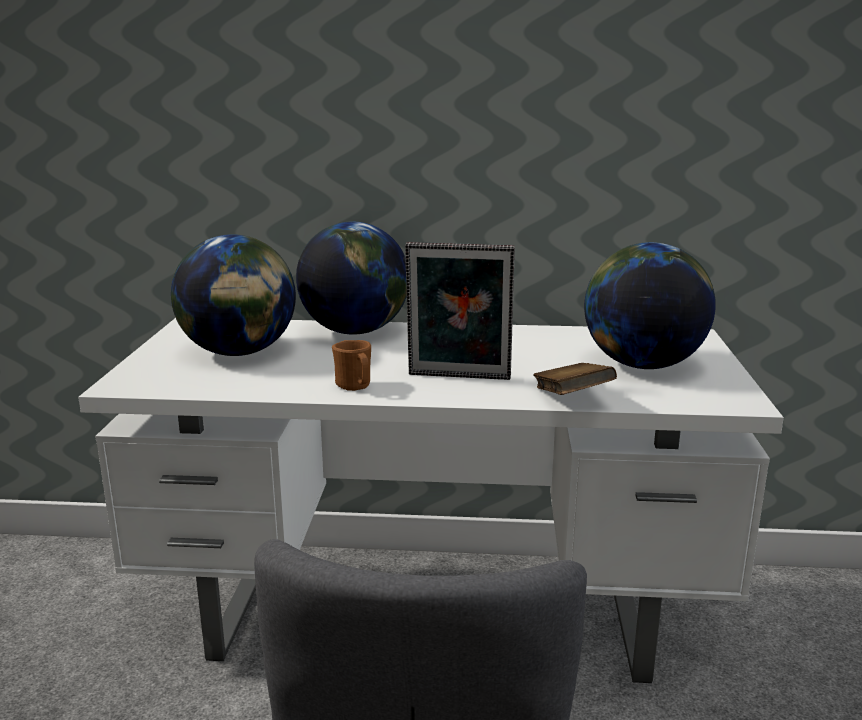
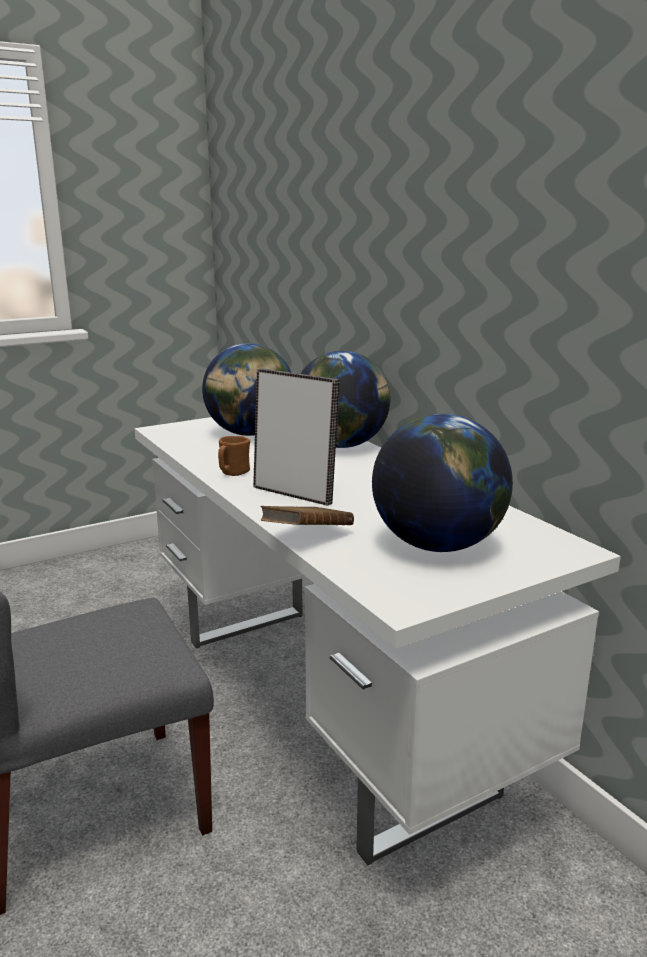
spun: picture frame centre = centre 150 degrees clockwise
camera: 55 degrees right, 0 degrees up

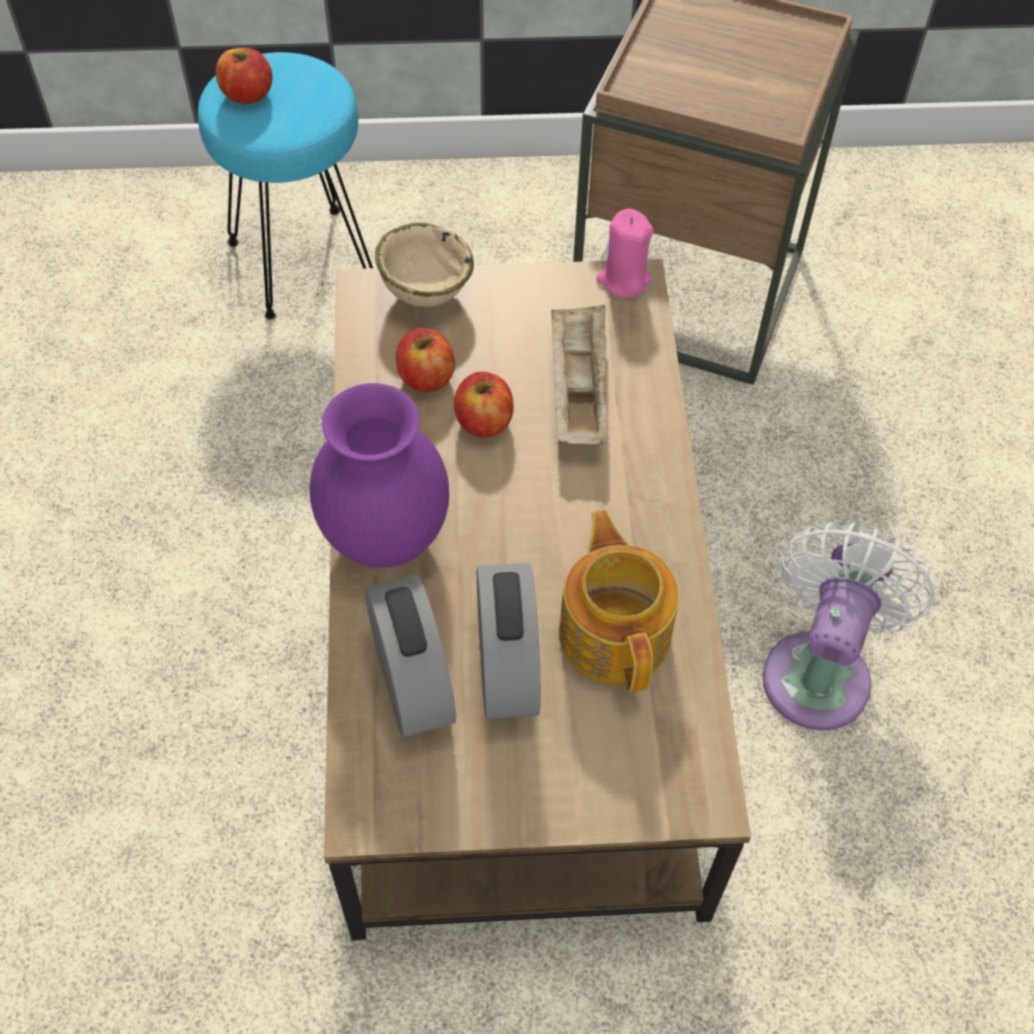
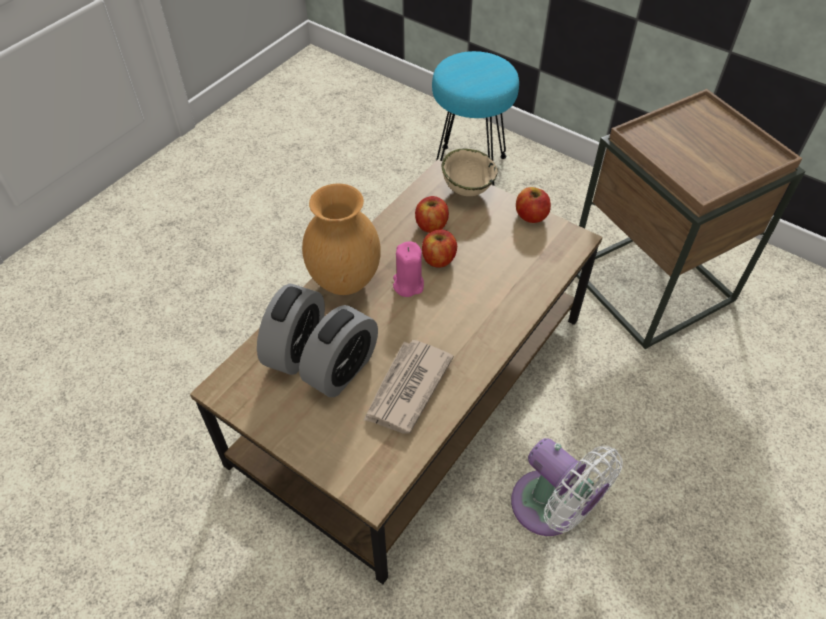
missing: beige tray centre
relocated: apple (no. 1 from left in the first image) top left to apple (no. 3 from left) top centre; pink wax light top centre to centre
exchanged: teapot centre to printed paper centre
colour: purple vase centre to brownish vase centre
spun: whitish fan middle right = bottom right 75 degrees clockwise
camera: 40 degrees right, 5 degrees down

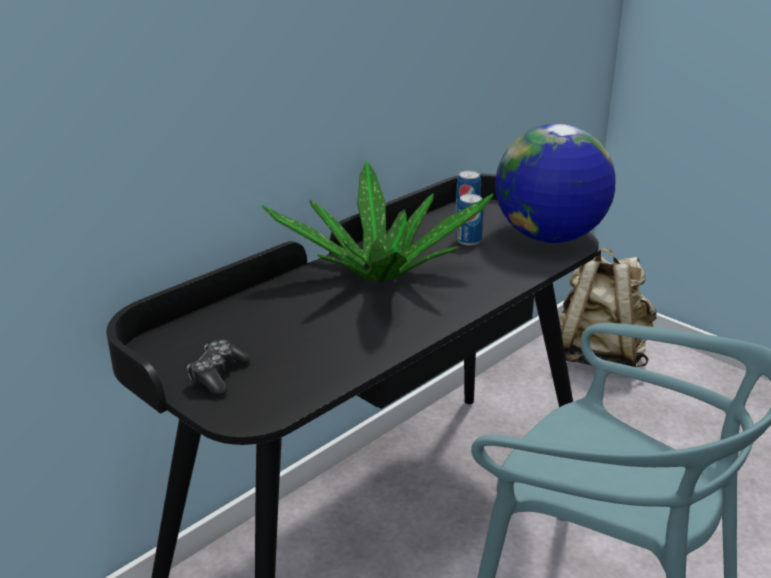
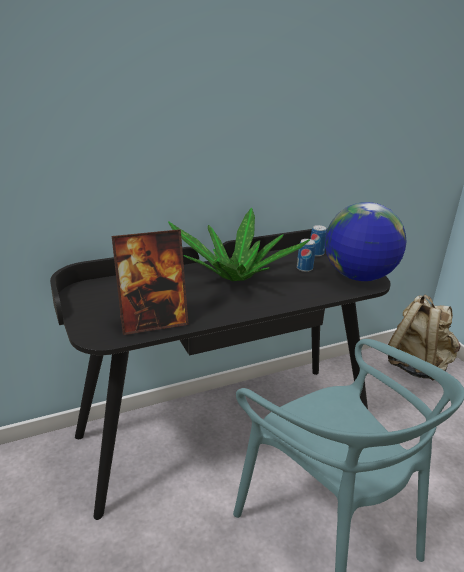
missing: gamepad middle left
appeared: picture frame middle left
camera: 20 degrees right, 0 degrees up

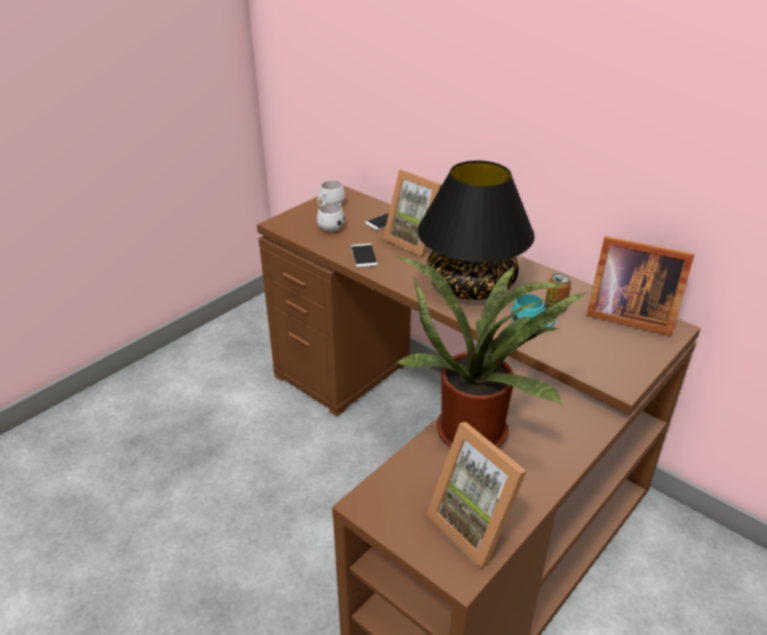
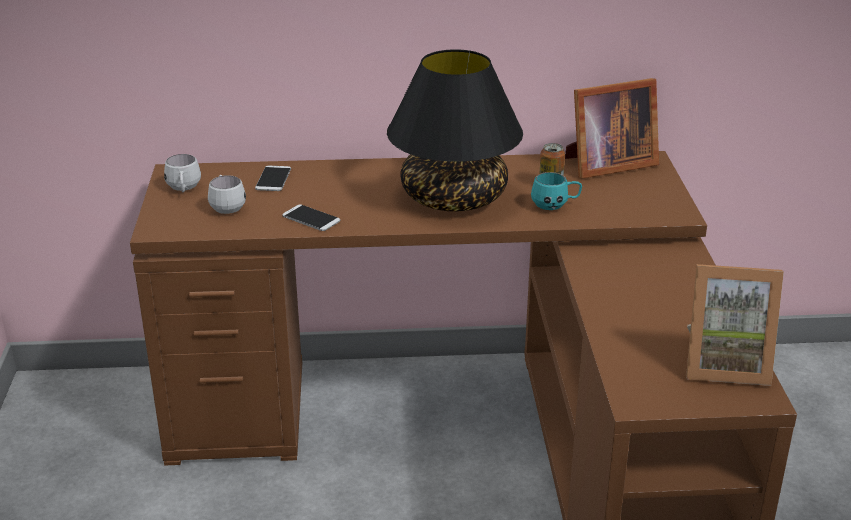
missing: picture frame (no. 1 from left) centre; plant in a pot centre
camera: 45 degrees left, 5 degrees down

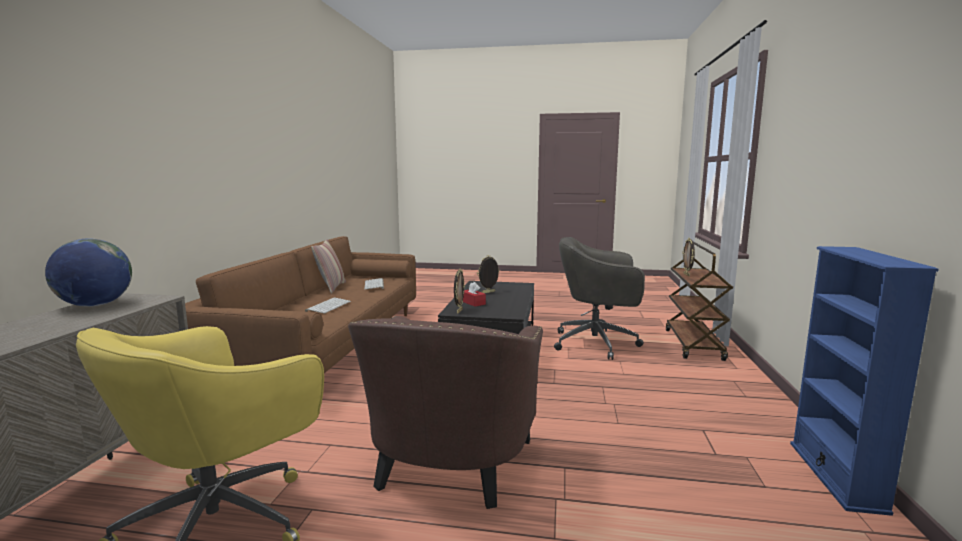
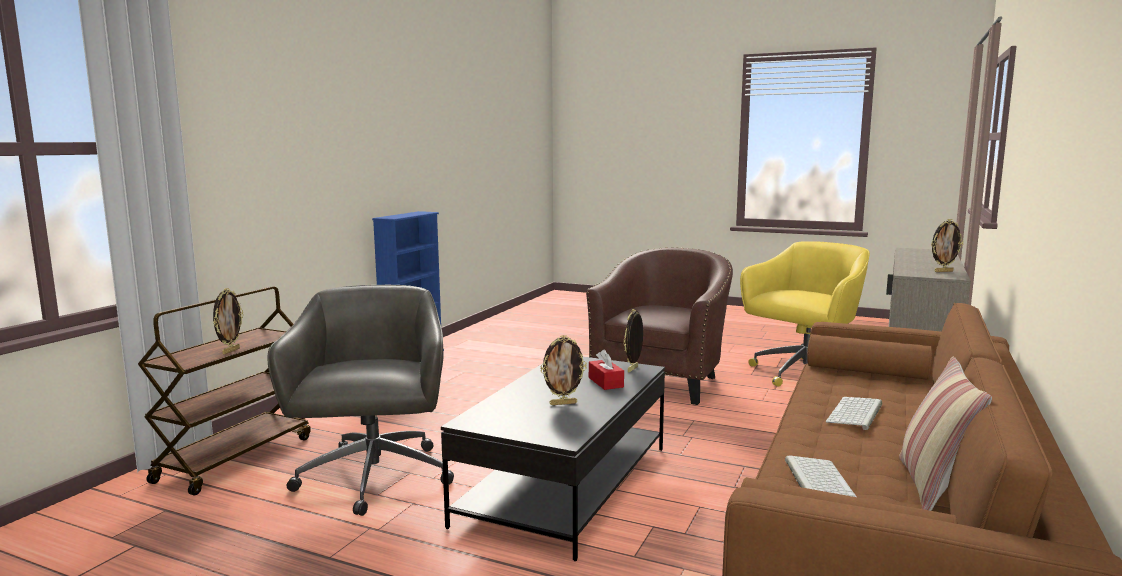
exchanged: world globe middle left to picture frame (no. 4 from left) middle right
spun: grey computer chair centre = bottom left 120 degrees counterclockwise
camera: 165 degrees left, 0 degrees up

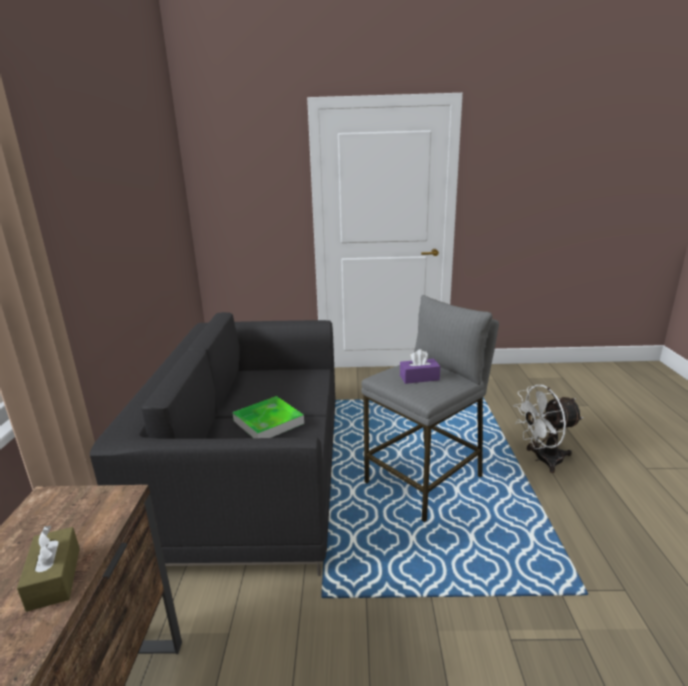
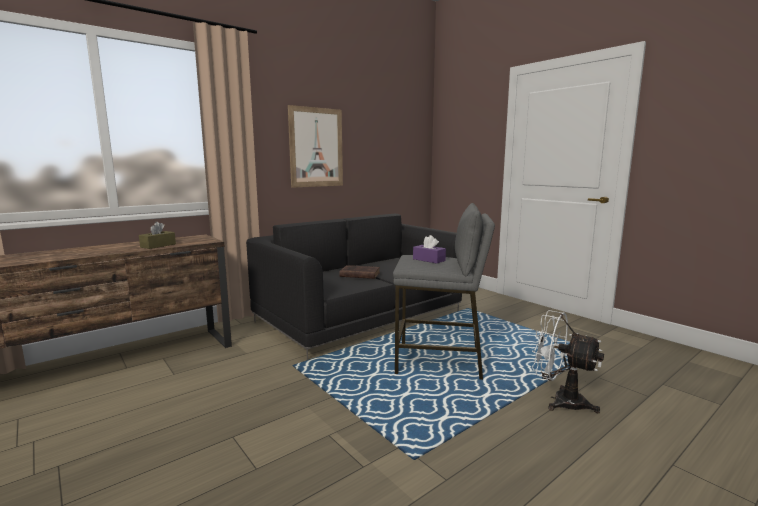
appeared: wall picture top centre
exchanged: tray centre to brownish book centre
camera: 50 degrees right, 10 degrees down

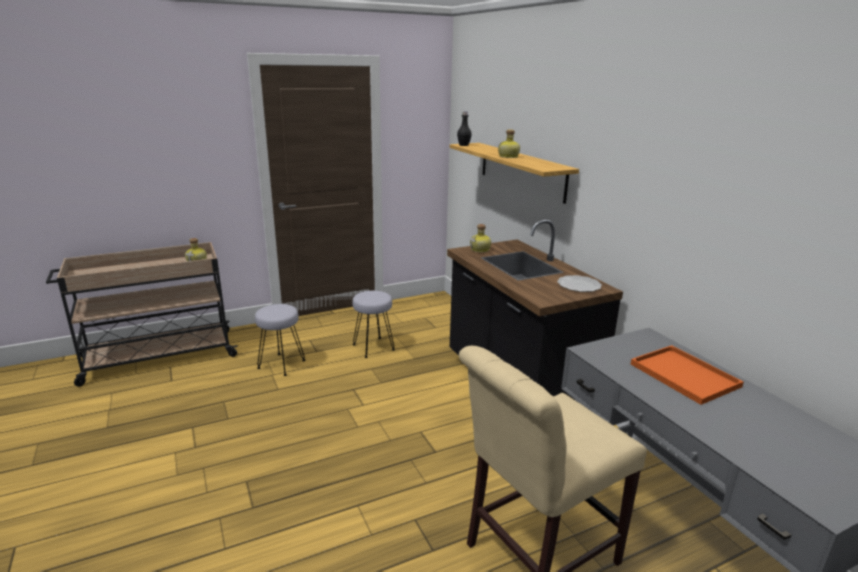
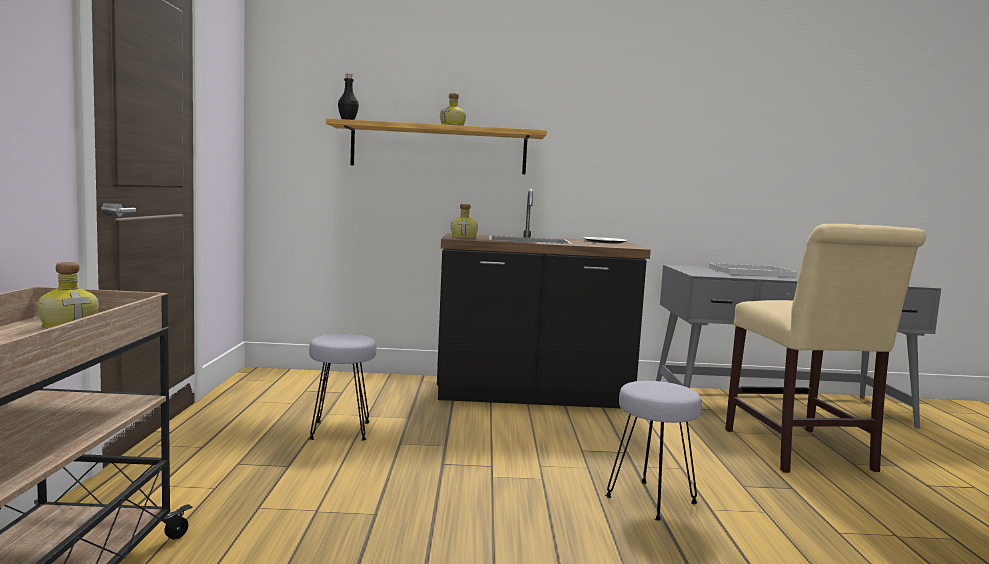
relocated: grey stool seat (no. 1 from left in the first image) middle left to grey stool seat (no. 2 from left) bottom centre
colour: orange-coloured tray middle right to whitish tray middle right
camera: 65 degrees left, 15 degrees down

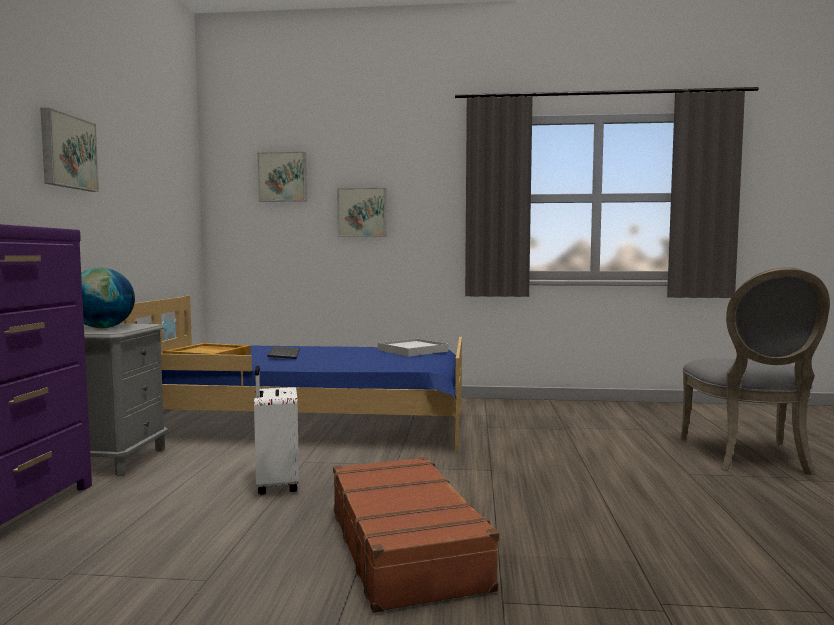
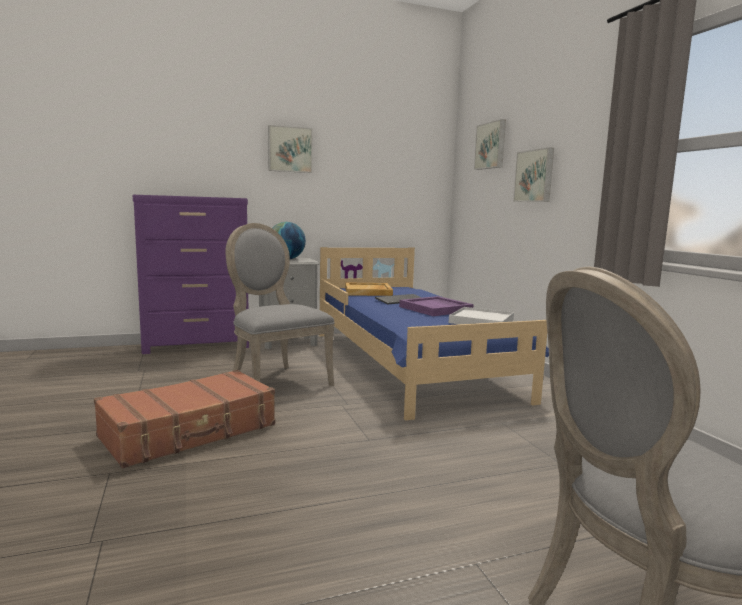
appeared: purple tray centre
exchanged: whitish piece of luggage bottom left to grey upright chair (no. 1 from left) centre
camera: 65 degrees right, 5 degrees up

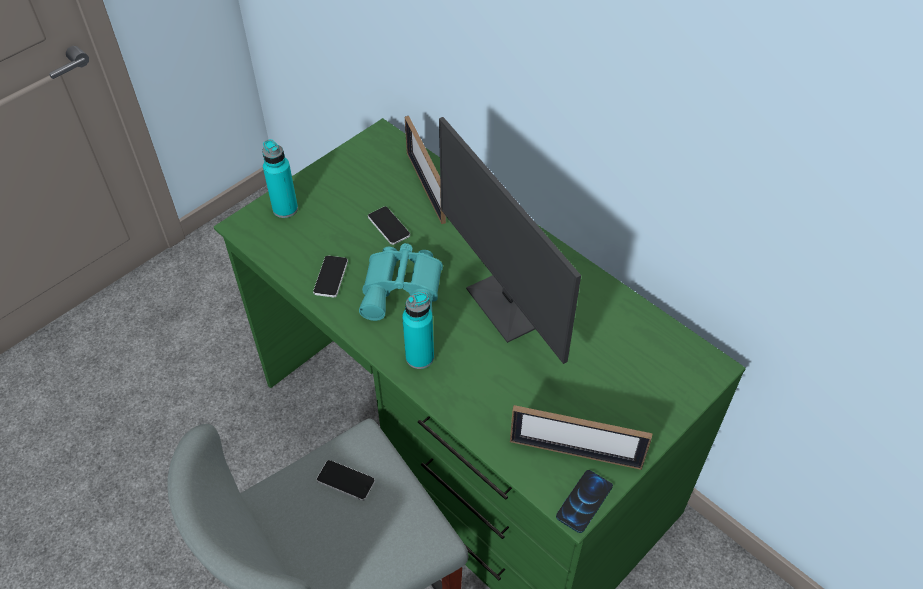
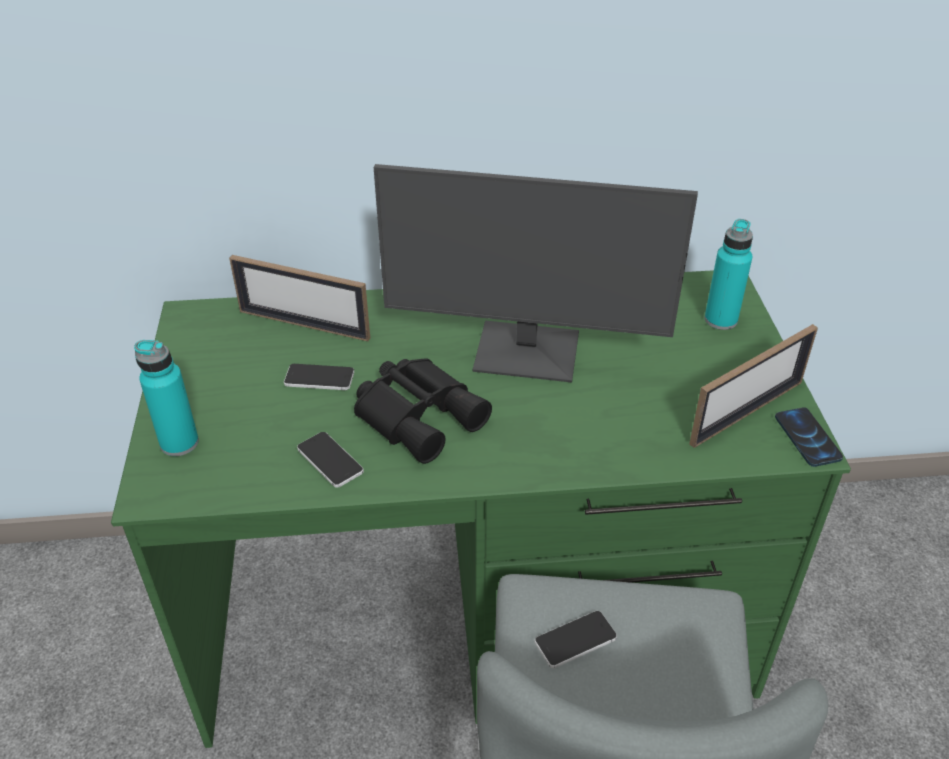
relocated: turquoise bottle (no. 2 from left) centre to middle right
colour: turquoise pair of binoculars centre to black-coloured pair of binoculars centre
camera: 50 degrees left, 10 degrees down

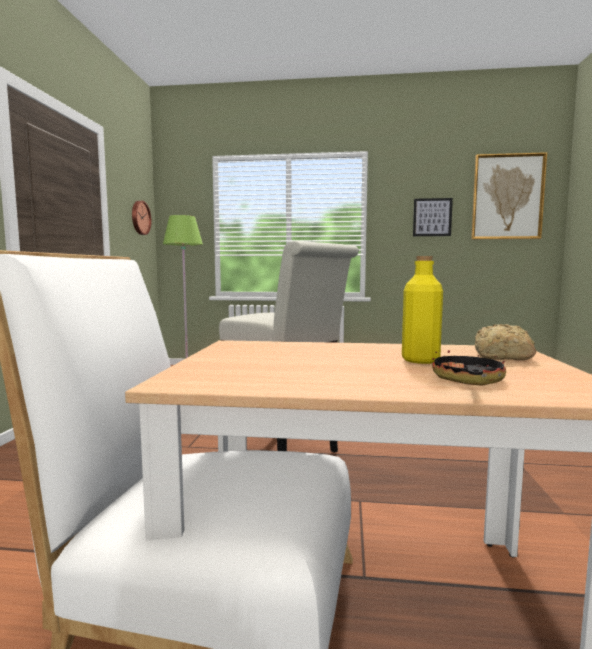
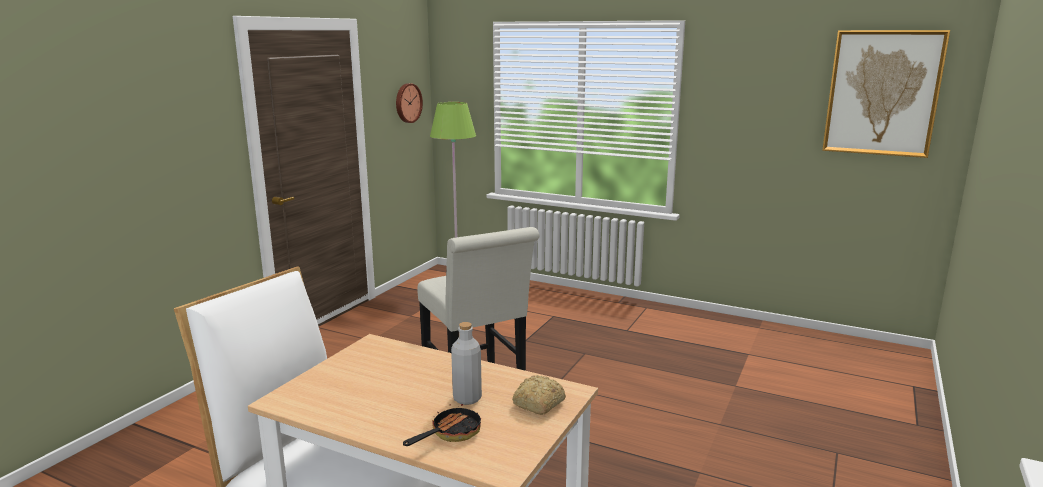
missing: wall picture (no. 1 from left) middle right
colour: yellow-coloured bottle middle right to grey bottle bottom centre
camera: 20 degrees right, 10 degrees up

